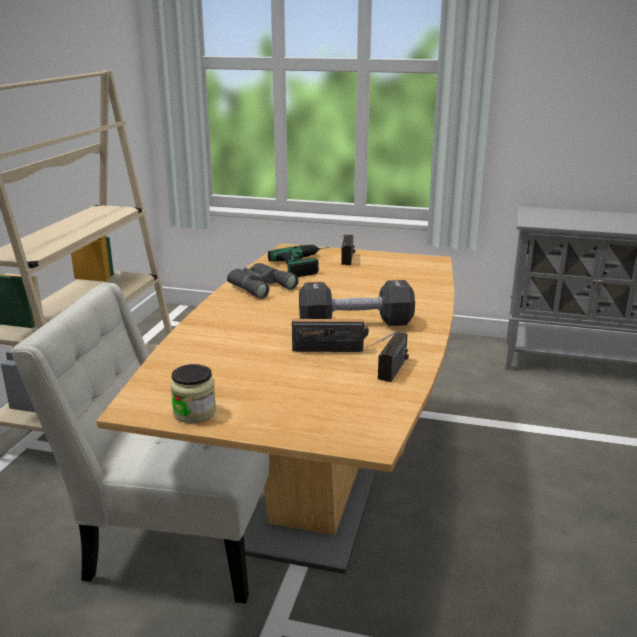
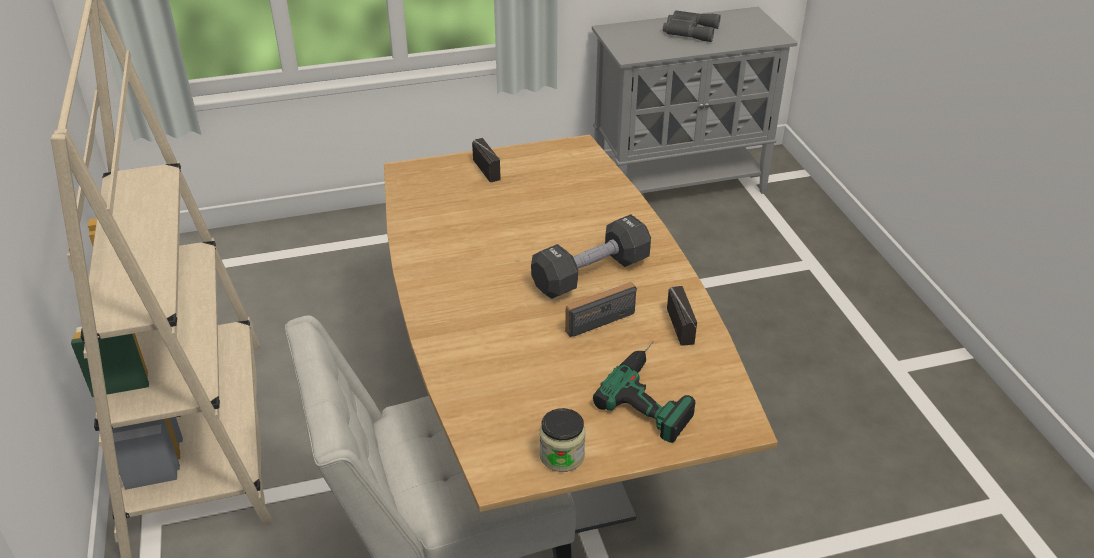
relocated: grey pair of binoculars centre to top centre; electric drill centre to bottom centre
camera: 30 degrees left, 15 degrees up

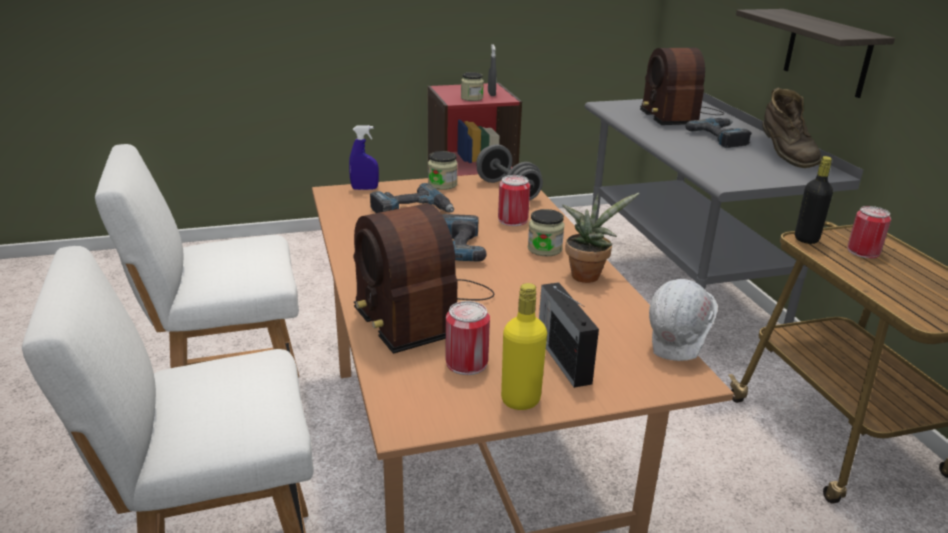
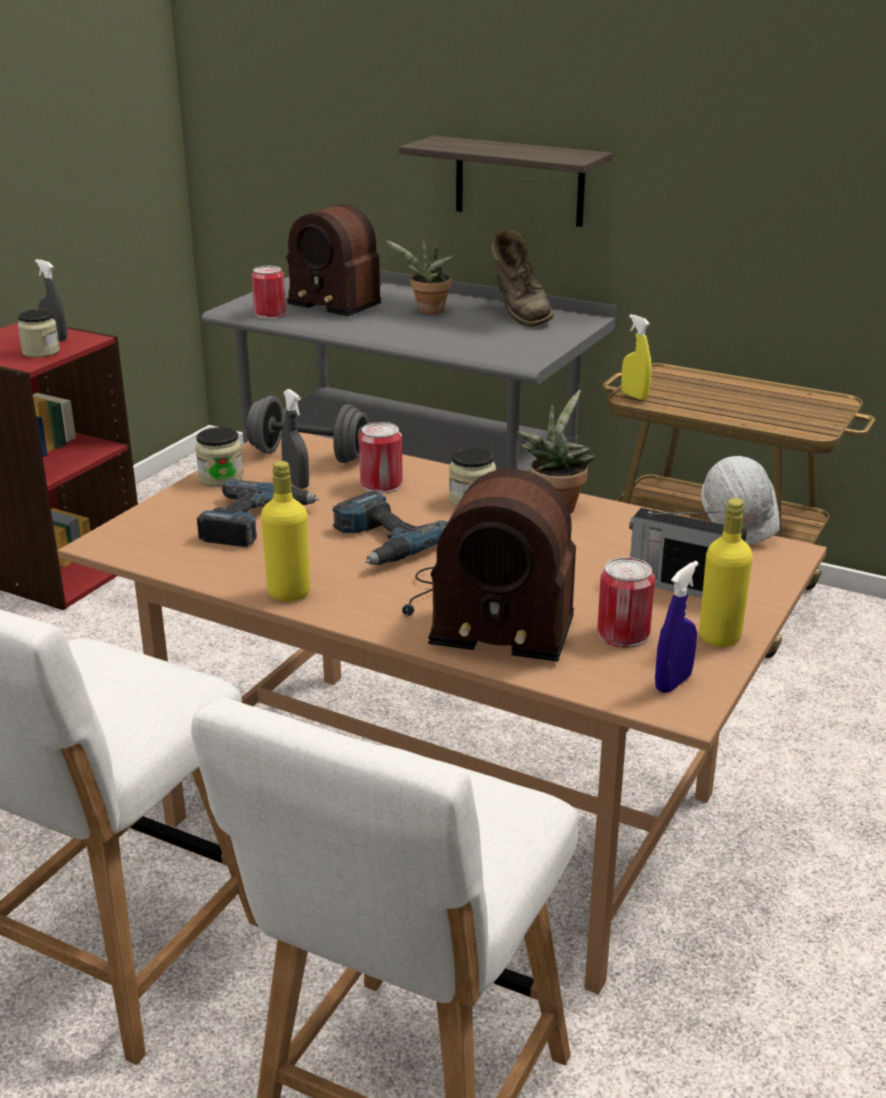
appeared: yellow-coloured bottle (no. 1 from left) middle left; grey spray bottle (no. 2 from left) middle left
relocated: bluish spray bottle top centre to middle right; can (no. 3 from left in the first image) middle right to can (no. 1 from left) top left
exchanged: electric drill (no. 3 from left) top right to plant in a pot (no. 1 from left) top centre; black-coloured bottle middle right to yellow-coloured spray bottle top right
spun: brownish high-top boot top right = top centre 45 degrees clockwise
camera: 45 degrees left, 0 degrees up

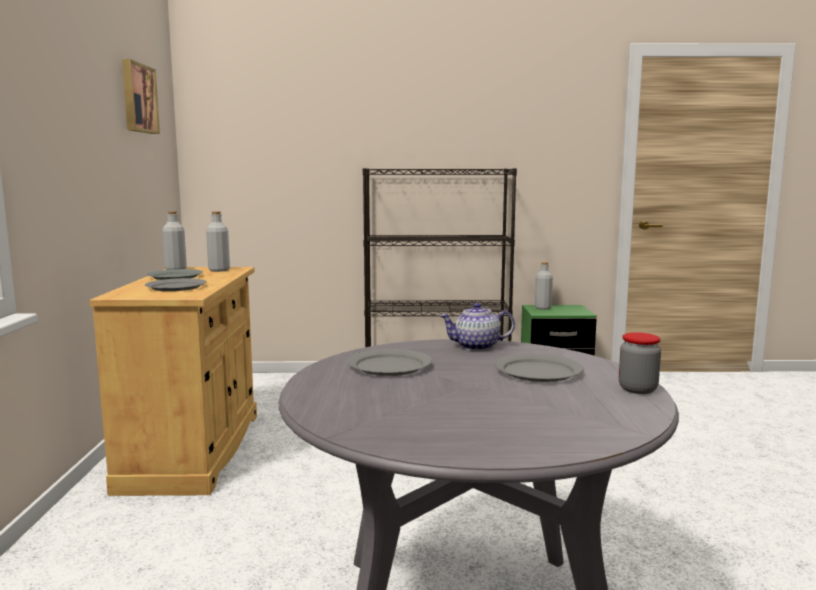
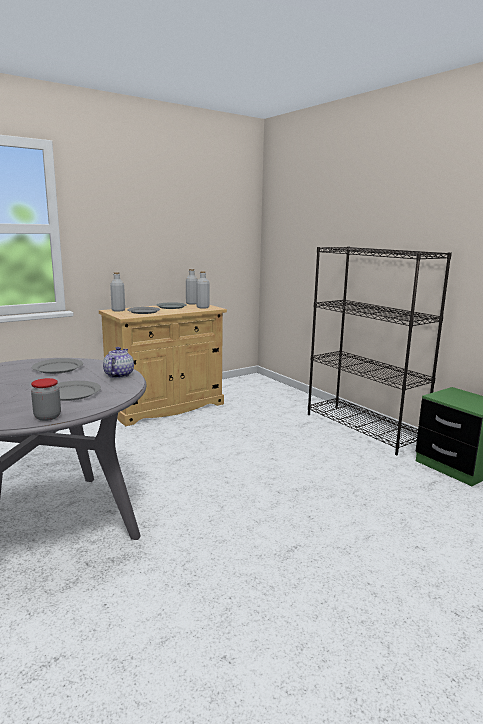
missing: wall picture top left
relocated: grey bottle (no. 3 from left in the first image) middle right to grey bottle (no. 1 from left) middle left
spun: teapot centre = middle left 45 degrees clockwise
camera: 55 degrees right, 5 degrees up

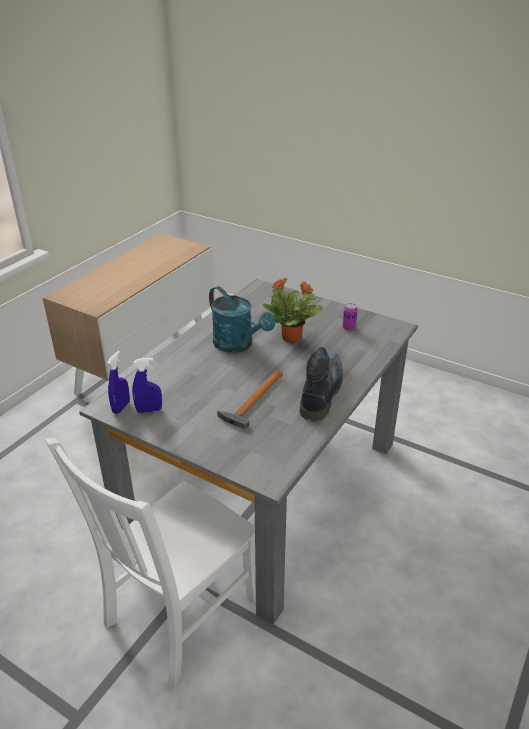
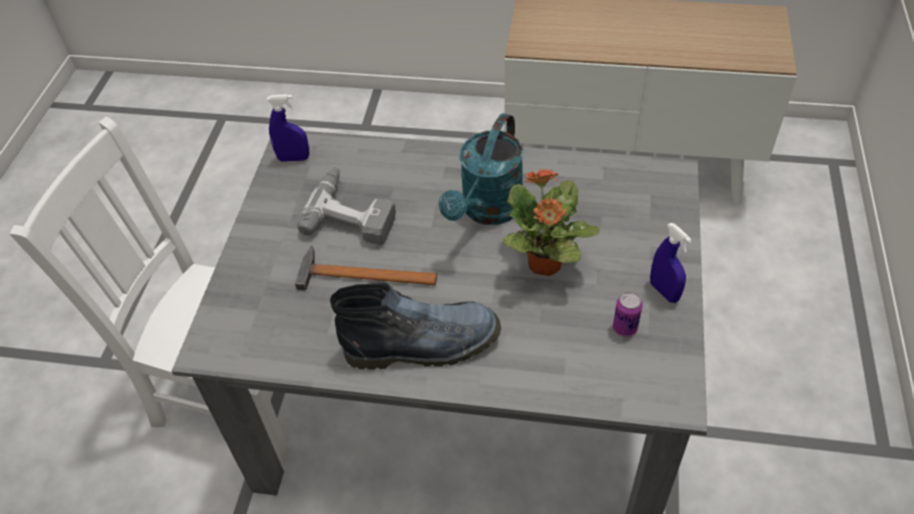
appeared: electric drill centre
relocated: bluish spray bottle (no. 2 from left) middle left to middle right
camera: 70 degrees right, 15 degrees up

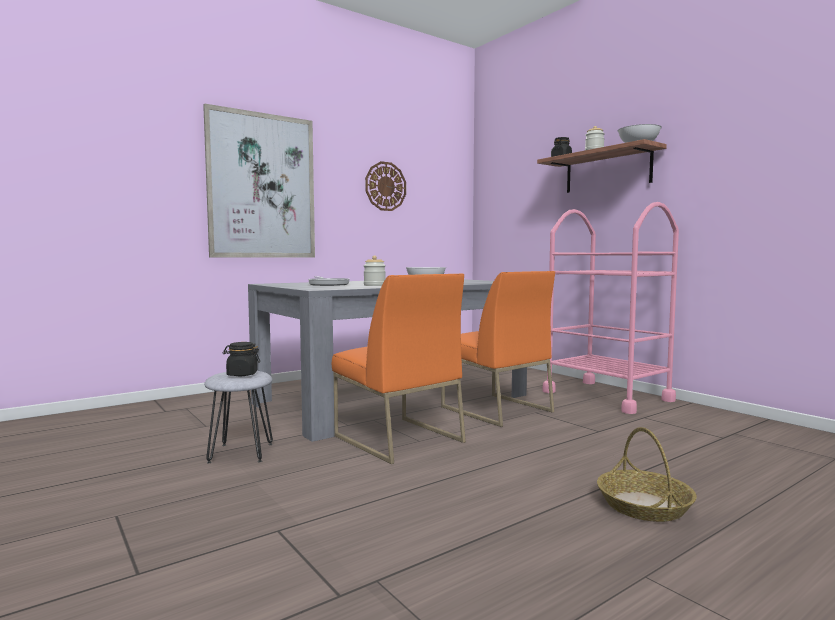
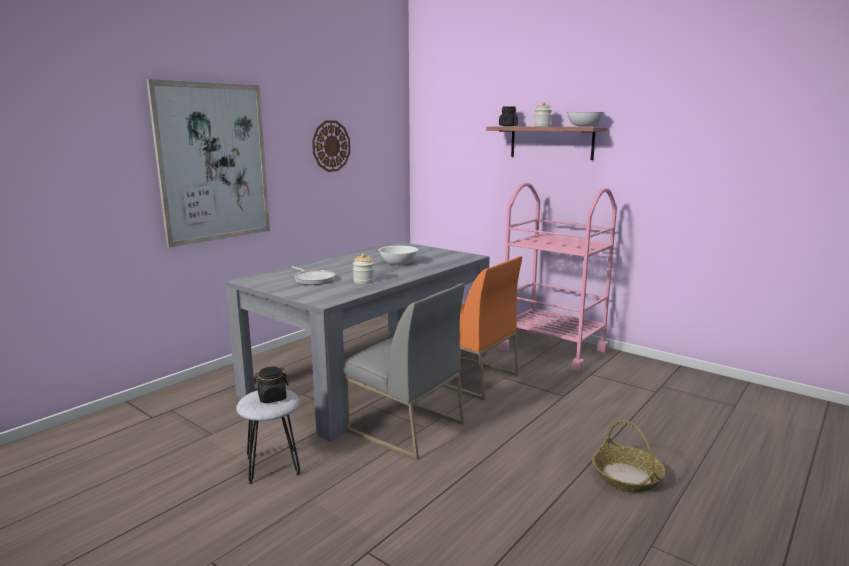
colour: orange-coloured upright chair (no. 1 from left) centre to grey upright chair centre
camera: 15 degrees left, 10 degrees up

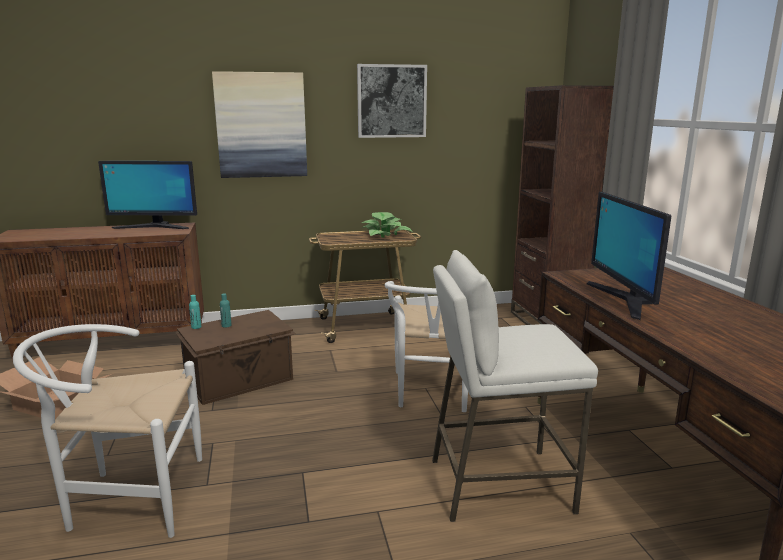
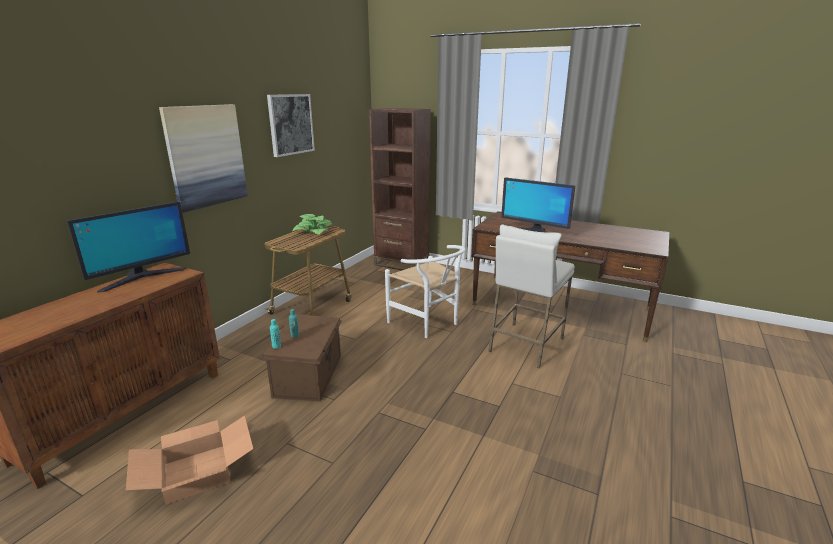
missing: whitish upright chair (no. 1 from left) bottom left
camera: 50 degrees left, 5 degrees up

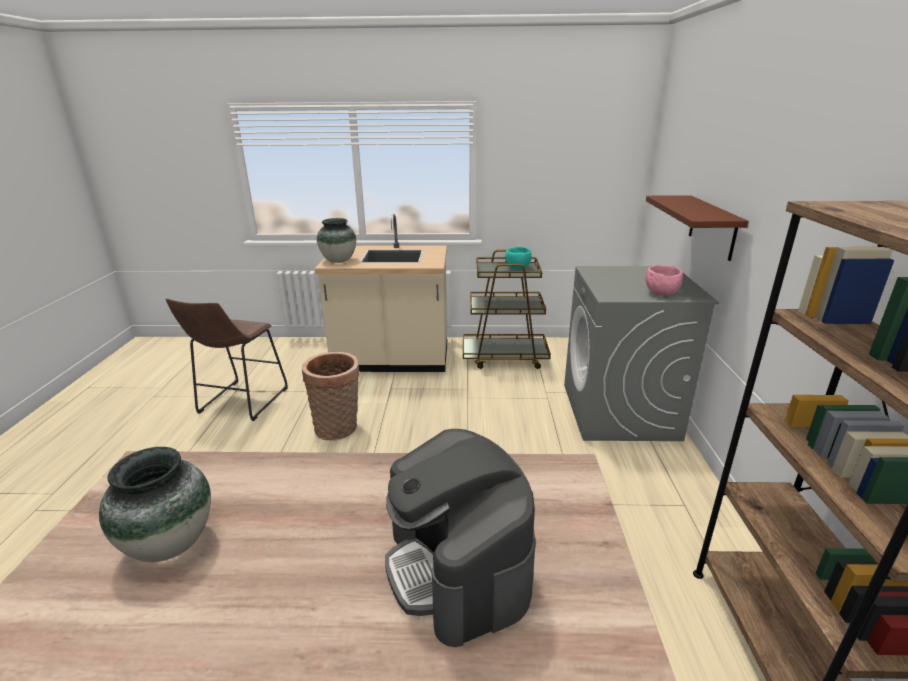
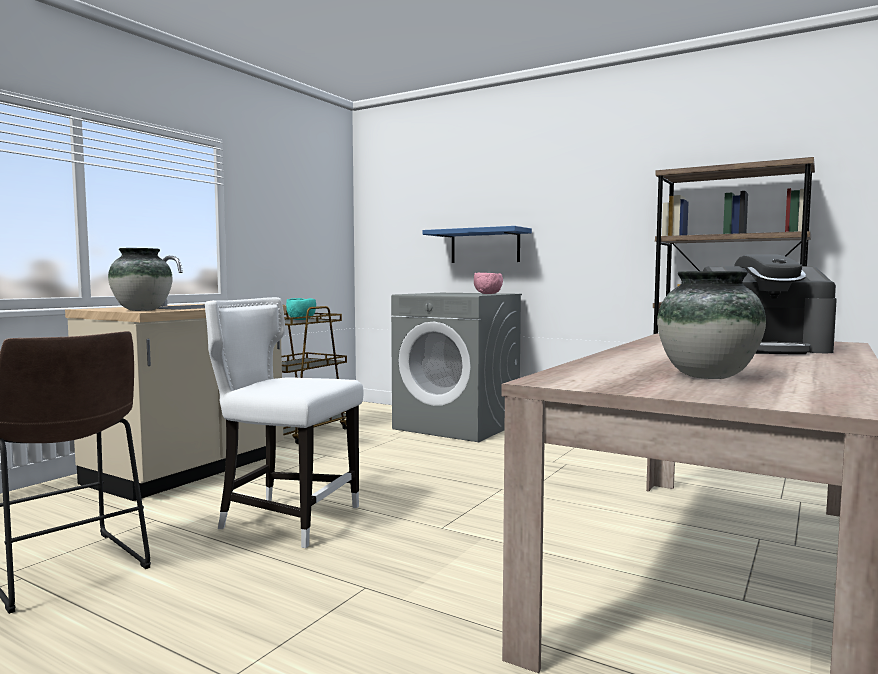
exchanged: storage basket centre to whitish upright chair middle left
colour: brownish bracket shelf middle right to bluish bracket shelf centre
camera: 60 degrees left, 20 degrees down

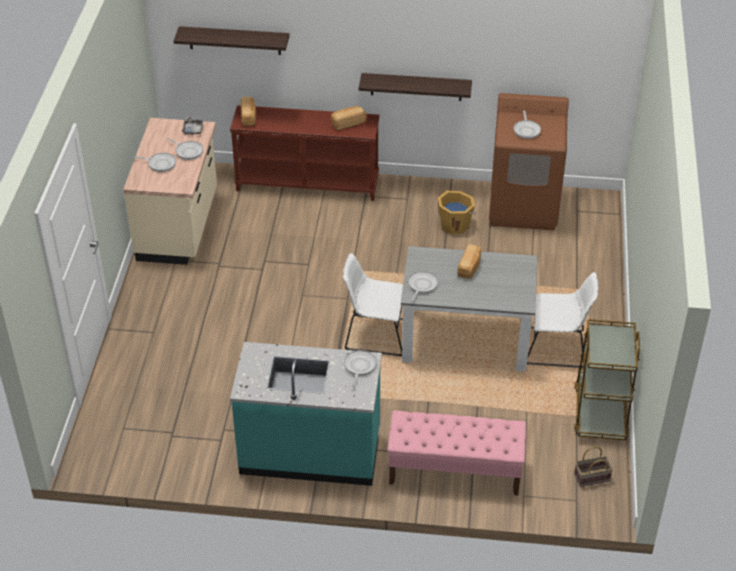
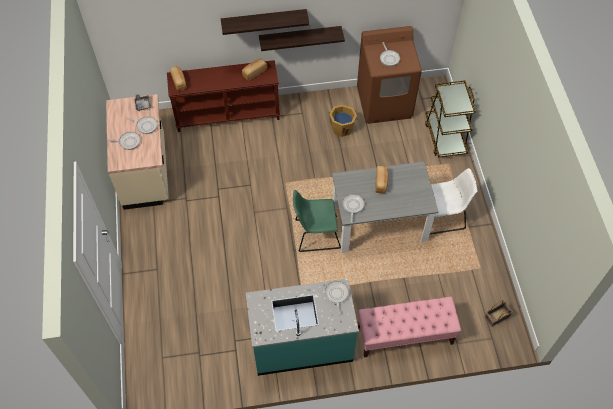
relocated: bracket shelf (no. 1 from left) top left to top centre; brownish cart middle right to top right
colour: whitish upright chair (no. 1 from left) centre to green upright chair centre
camera: 15 degrees left, 15 degrees up

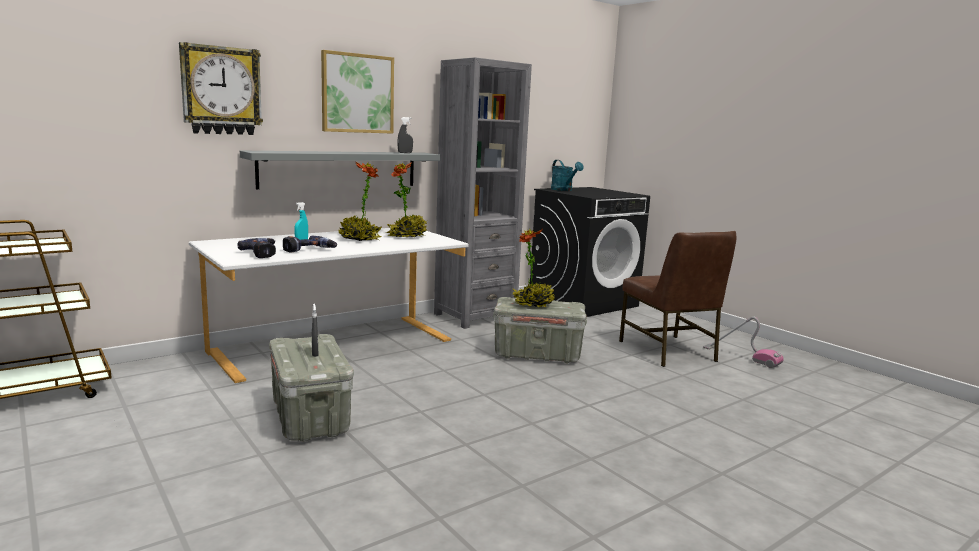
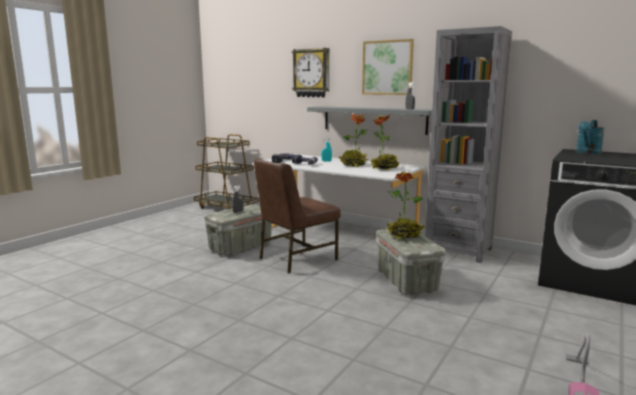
relocated: brownish upright chair middle right to centre
camera: 70 degrees right, 0 degrees up

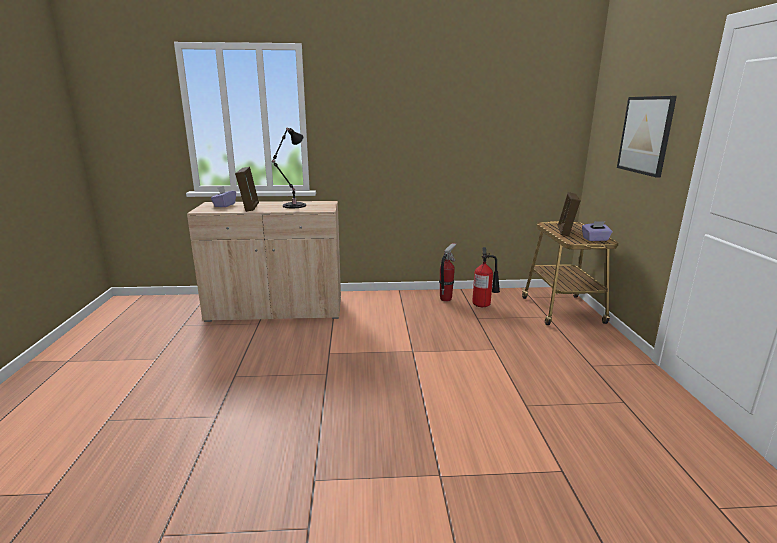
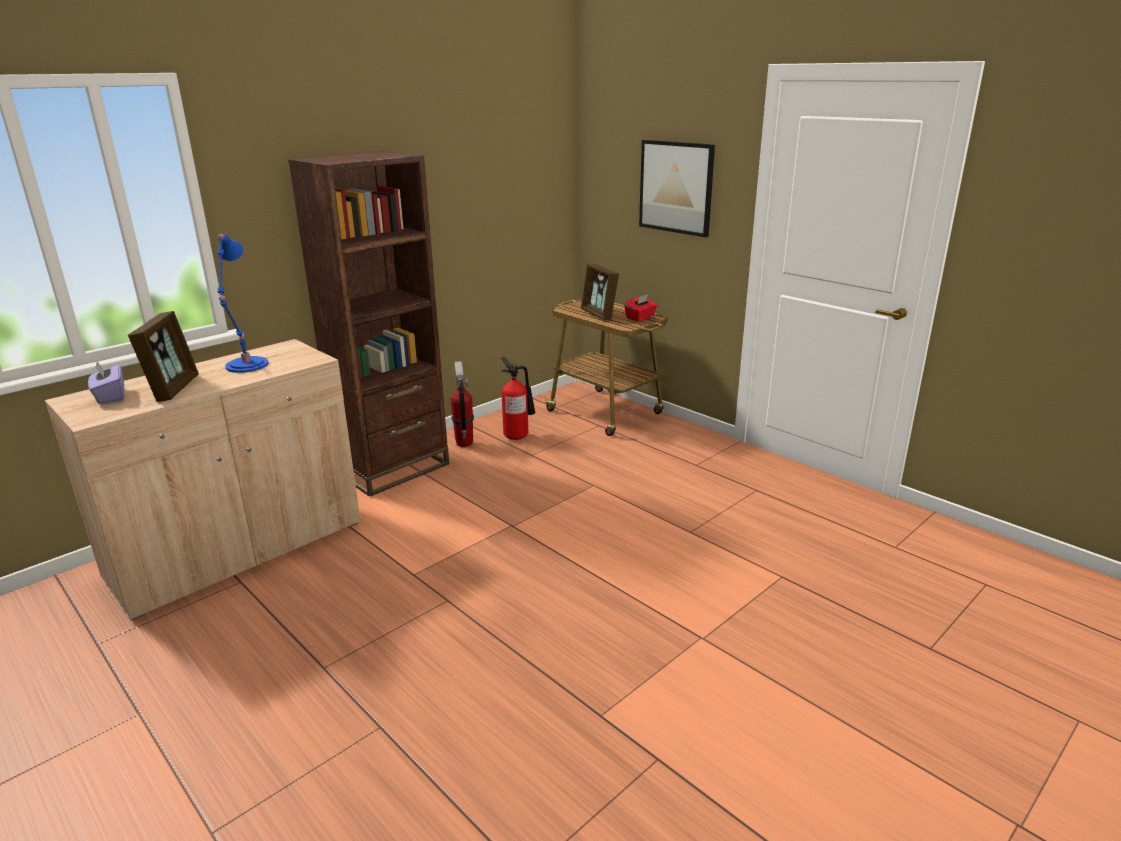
appeared: brownish shelving unit middle left
colour: black-coloured tabletop lamp top centre to bluish tabletop lamp middle left; purple box of tissues (no. 2 from left) middle right to red box of tissues centre
spun: picture frame (no. 1 from left) middle left = middle left 45 degrees clockwise
camera: 40 degrees left, 5 degrees up

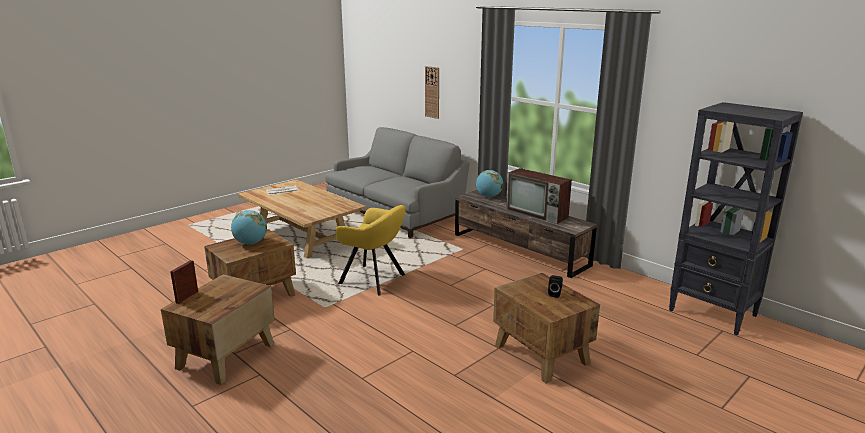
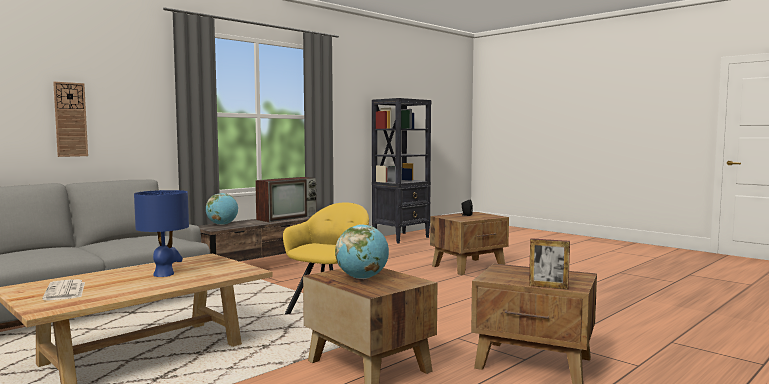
appeared: bluish tabletop lamp middle left
camera: 90 degrees left, 15 degrees down

